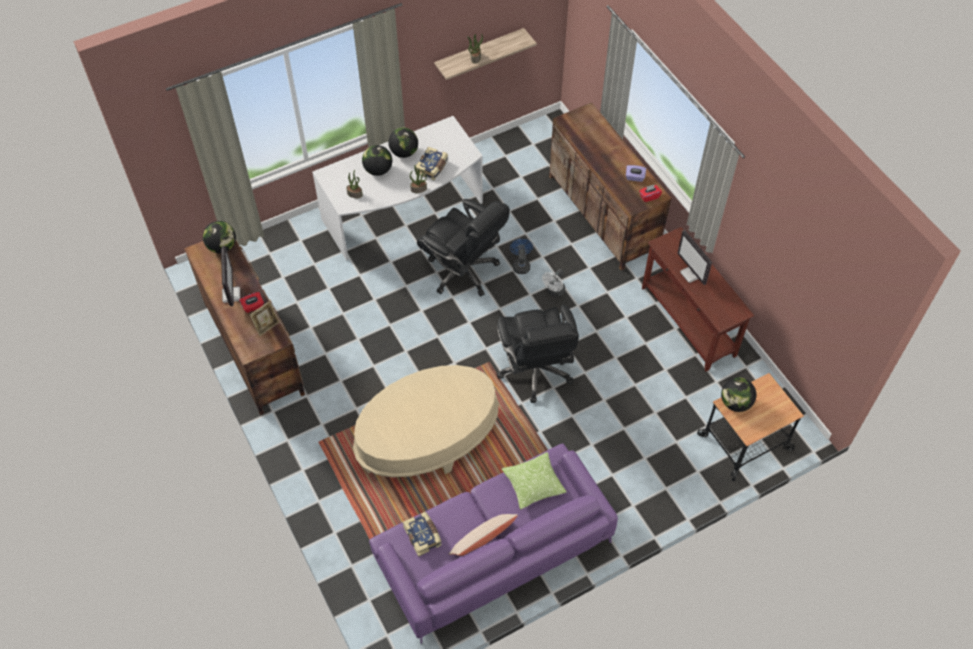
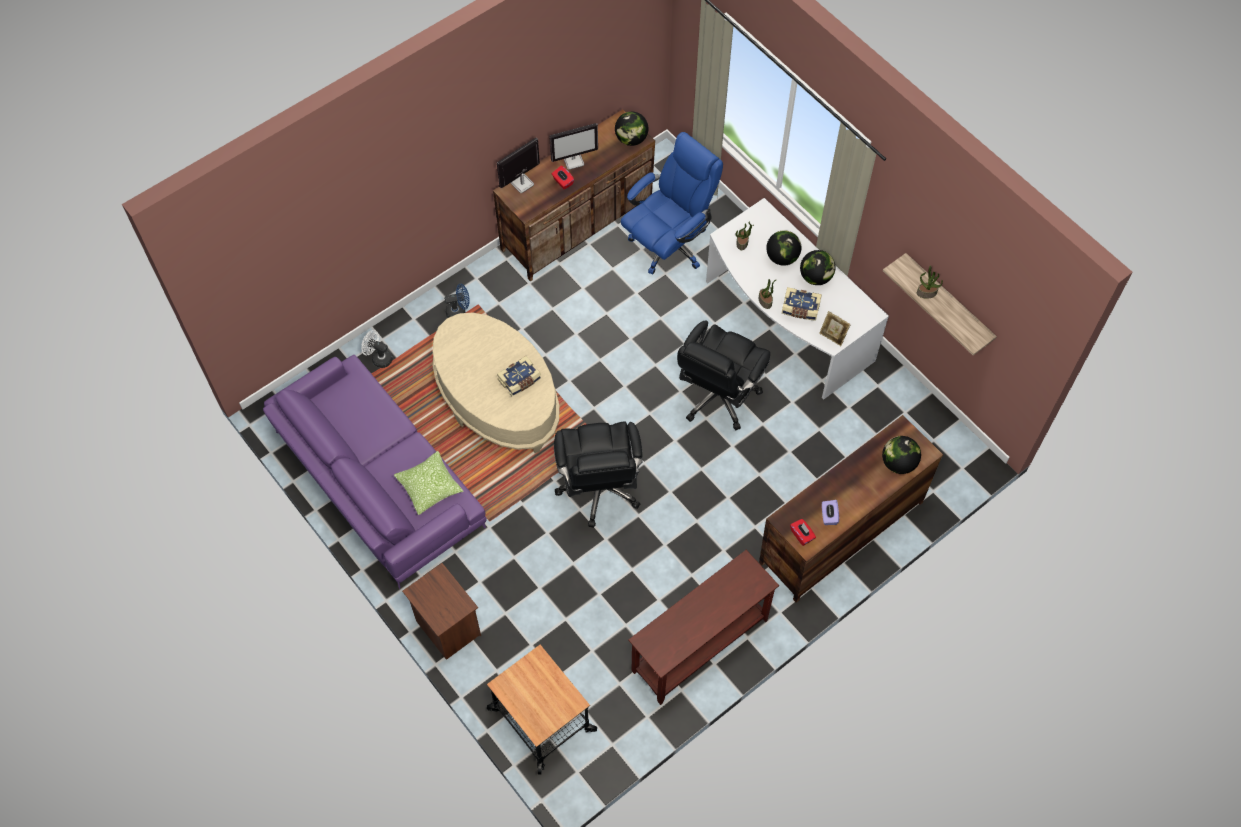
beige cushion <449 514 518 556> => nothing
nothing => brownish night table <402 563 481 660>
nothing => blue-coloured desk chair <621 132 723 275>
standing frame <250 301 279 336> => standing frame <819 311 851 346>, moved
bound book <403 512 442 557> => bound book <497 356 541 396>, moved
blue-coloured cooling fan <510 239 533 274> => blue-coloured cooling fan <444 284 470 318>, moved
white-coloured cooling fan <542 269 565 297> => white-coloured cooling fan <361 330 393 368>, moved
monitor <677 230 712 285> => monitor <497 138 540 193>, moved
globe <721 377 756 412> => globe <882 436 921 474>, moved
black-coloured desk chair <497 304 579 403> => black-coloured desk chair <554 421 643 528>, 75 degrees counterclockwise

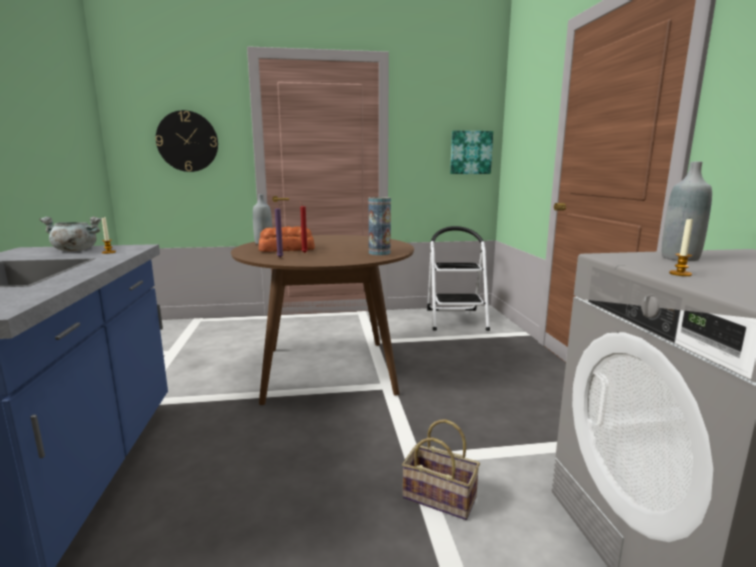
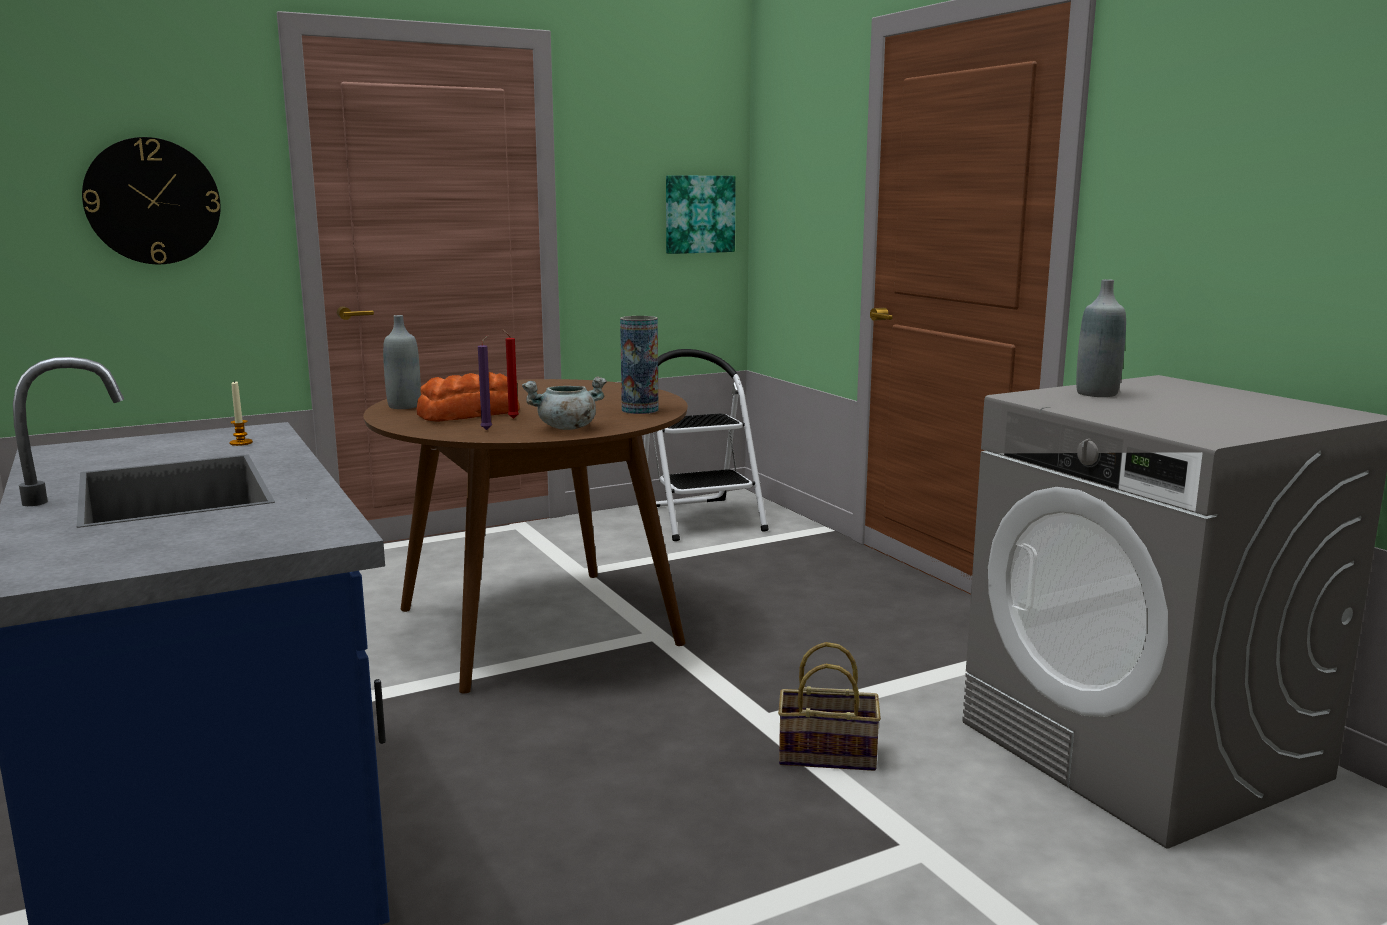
candle <669 218 693 276> => nothing
greyish stockpot <39 216 102 251> => greyish stockpot <522 377 607 430>, moved

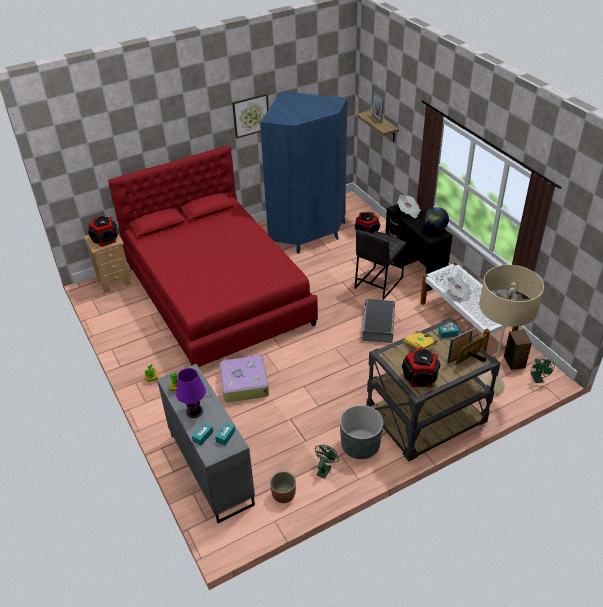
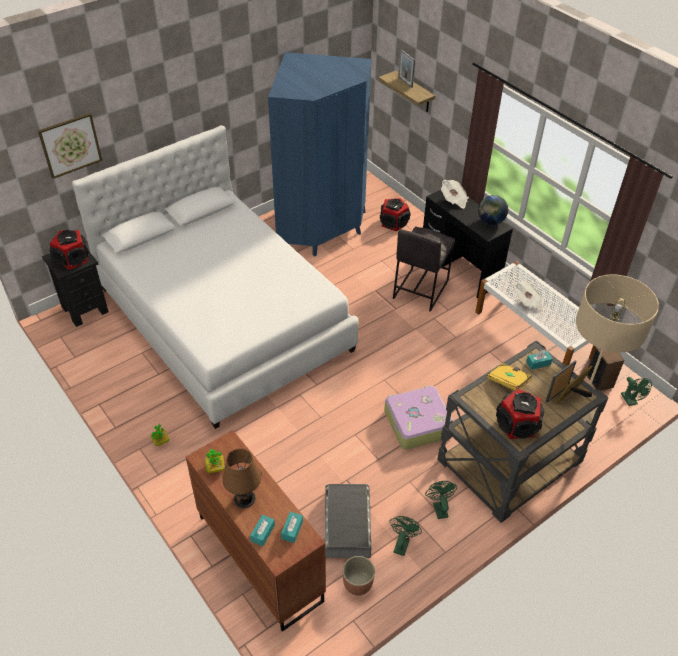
travel case <219 355 269 402> => travel case <384 385 454 450>, moved
wall picture <232 93 269 139> => wall picture <38 113 102 179>, moved
greyish storage container <362 299 395 343> => greyish storage container <325 484 371 558>, moved
greyish planter <340 405 383 459> => green-coloured cooling fan <425 481 457 519>
beige night table <83 234 131 293> => black-coloured night table <42 252 109 327>
reddish bed <108 145 318 367> => white-coloured bed <72 126 359 429>
greyish dresser <157 364 255 523> => brownish dresser <186 430 326 632>
purple table lamp <176 368 211 418> => brownish table lamp <222 448 262 508>

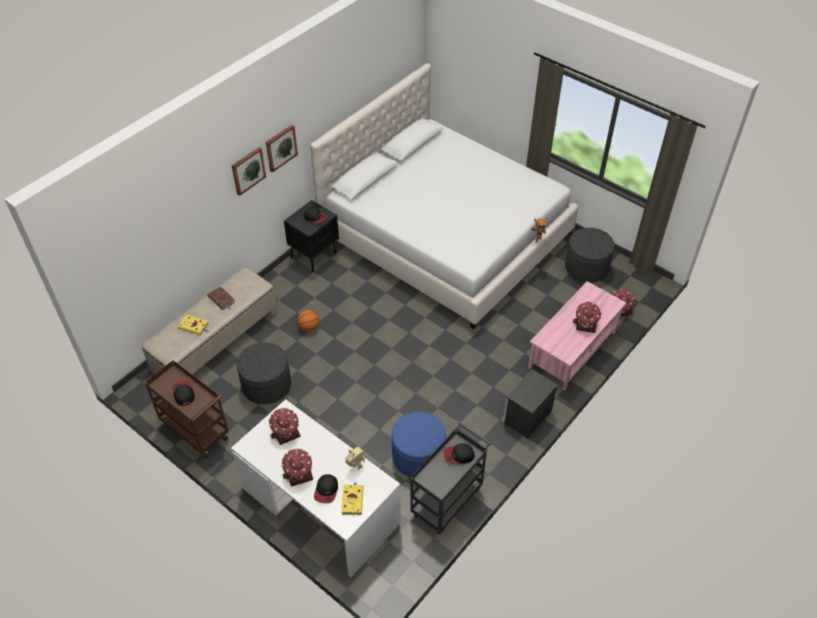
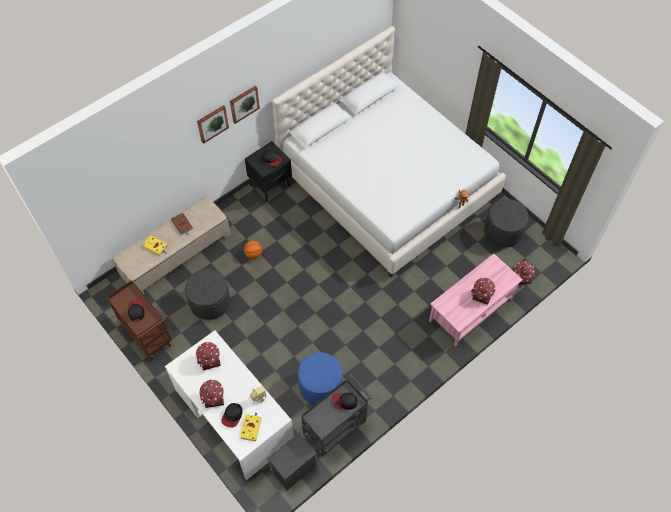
night table <503 369 558 439> => night table <267 433 317 490>, moved

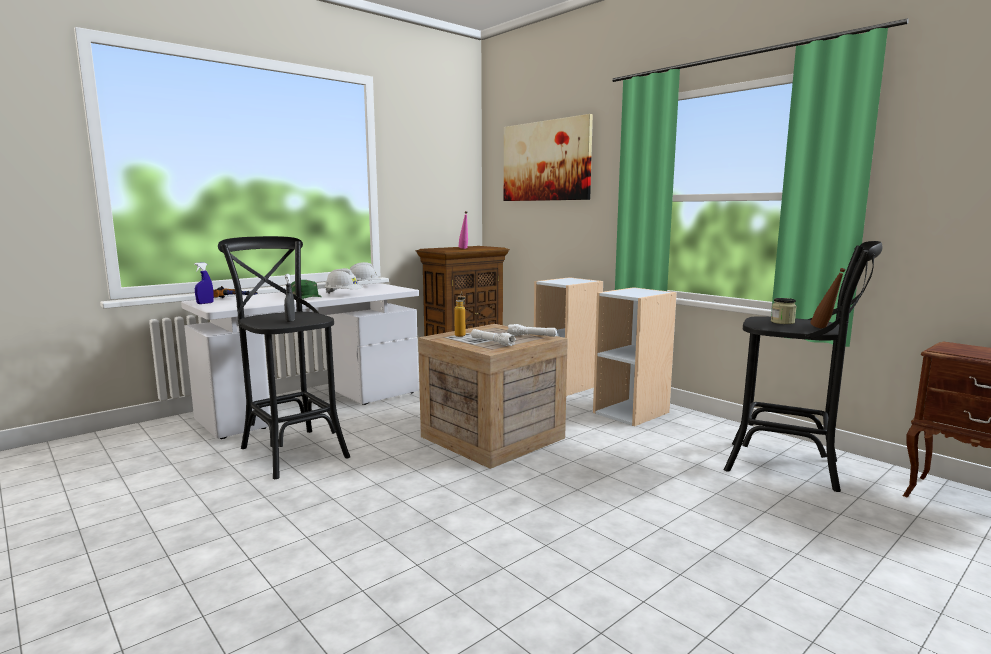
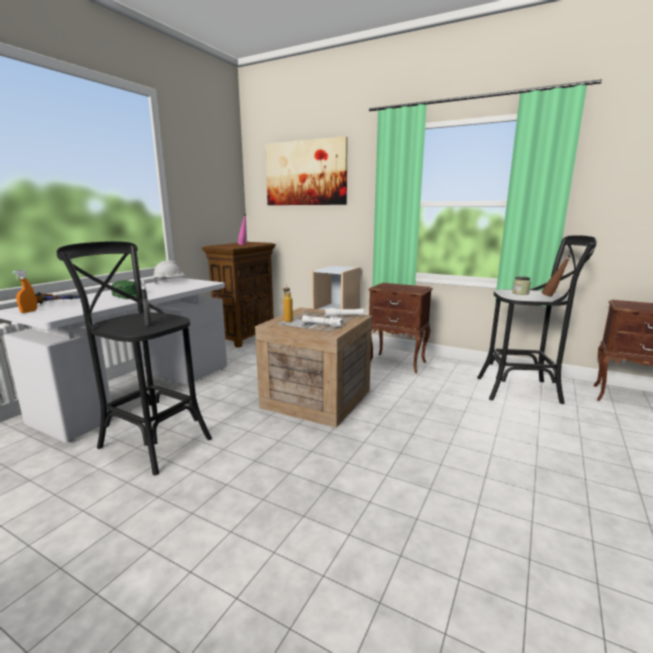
white-coloured hard hat <325 268 363 294> => nothing
shelving unit <593 287 677 426> => brownish night table <369 283 433 374>
blue-coloured sprayer <194 262 214 304> => orange-coloured sprayer <13 270 37 313>

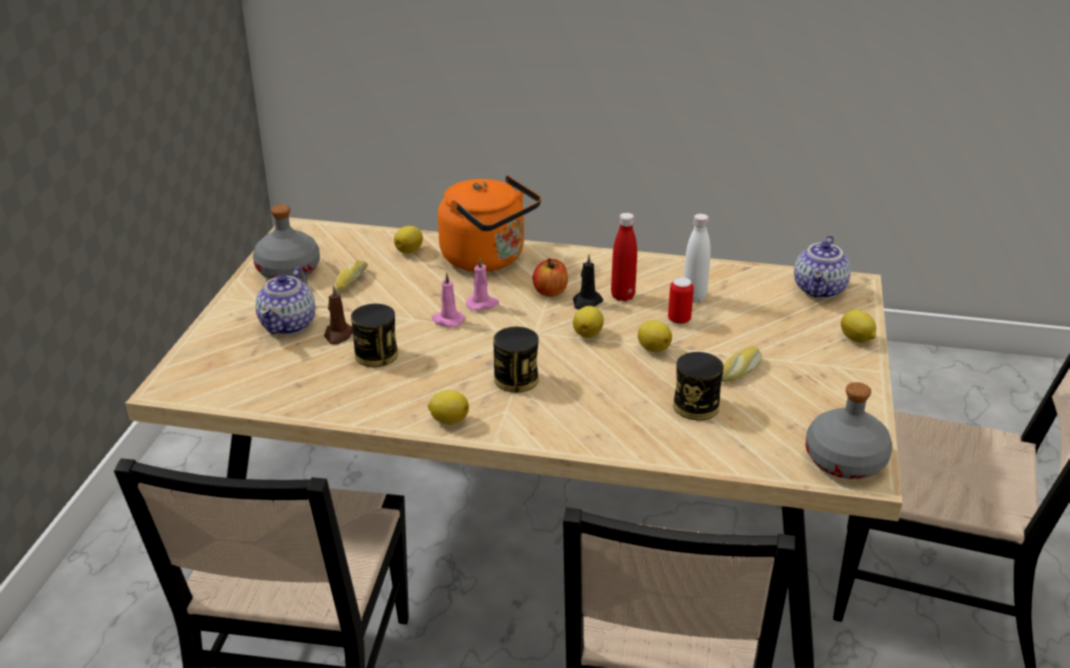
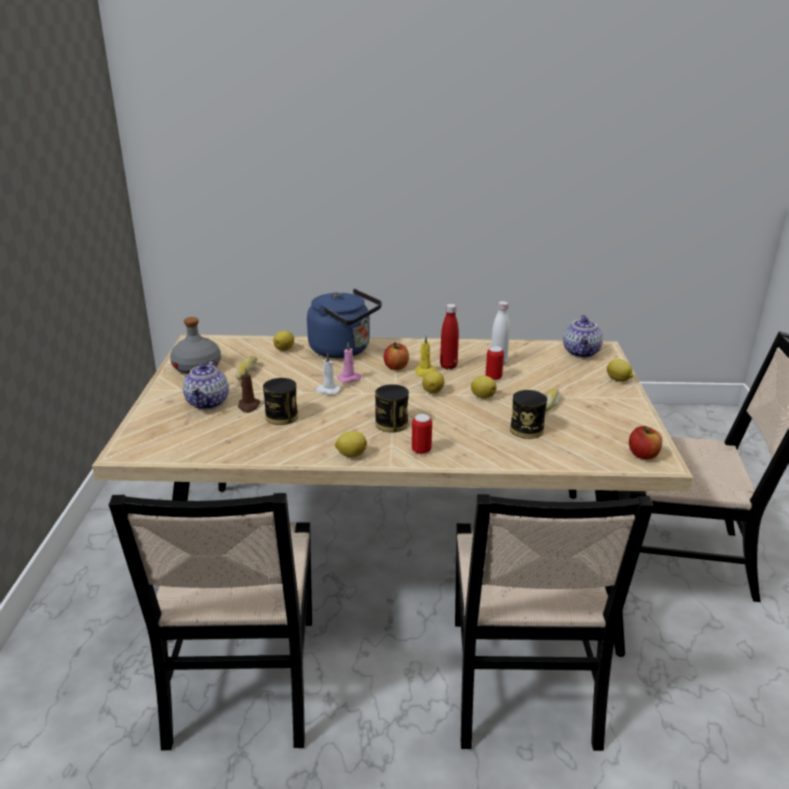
nothing => metal can <412 414 432 454>
greyish beverage bottle <806 382 892 479> => whole apple <629 426 662 459>
pink-coloured candle <432 272 465 328> => white-coloured candle <316 353 341 395>
orange-coloured kettle <438 175 541 272> => blue-coloured kettle <307 289 382 358>
black-coloured candle <573 254 603 310> => yellowish candle <414 336 436 377>

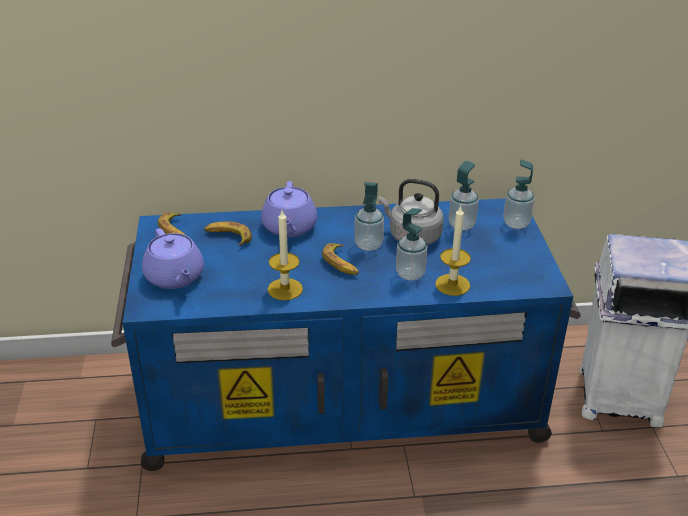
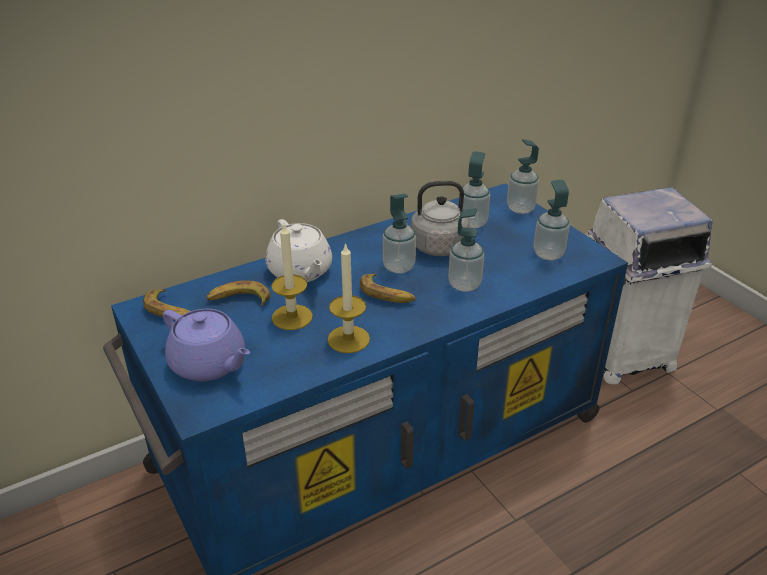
nothing => soap dispenser <534 180 570 260>
candle <435 205 471 296> => candle <271 224 313 330>, moved
purple pot for tea <261 181 317 237> => white-coloured pot for tea <265 219 332 282>

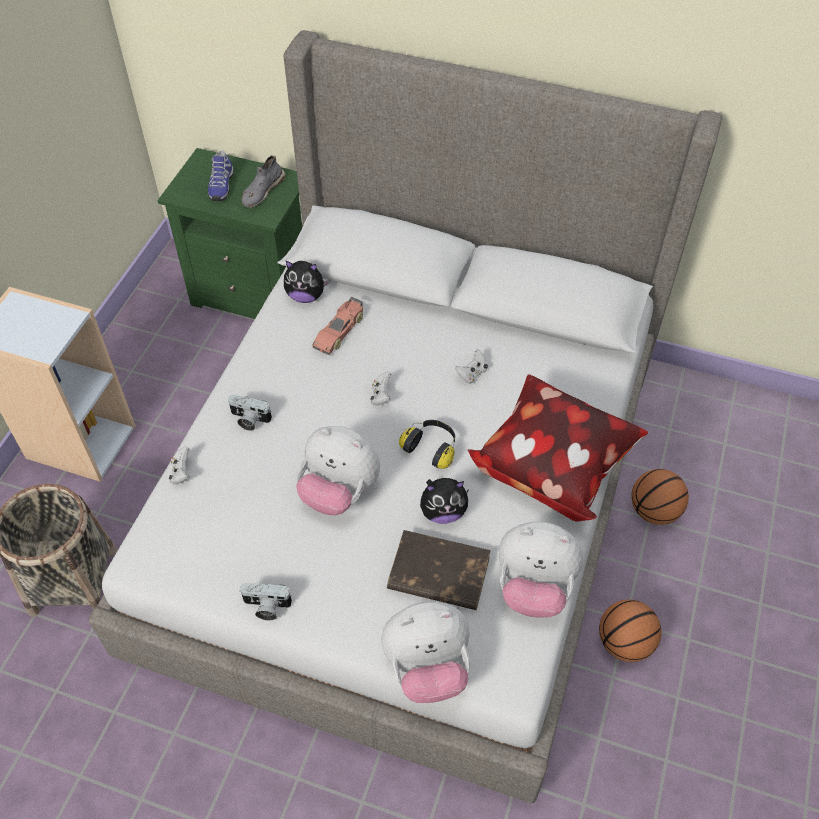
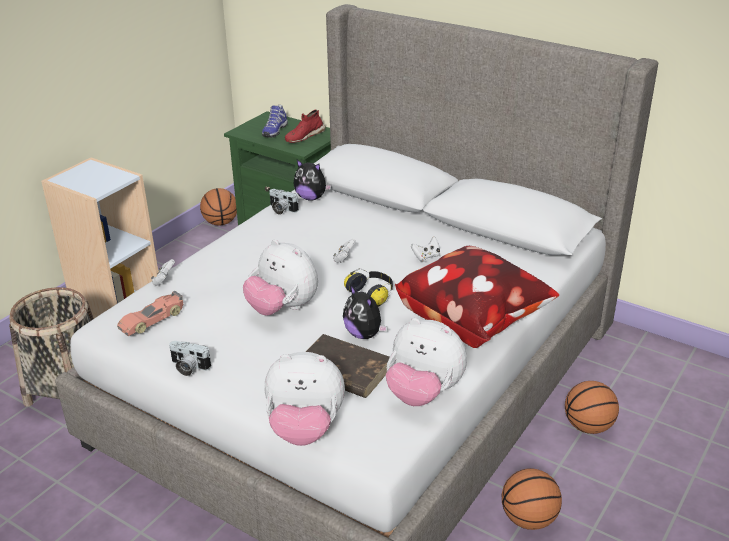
nothing => ball for basketball <200 188 237 225>
still camera <228 395 272 431> => still camera <269 189 299 215>, moved
model car <313 297 363 355> => model car <117 291 184 336>, moved
greyish item of footwear <242 156 285 208> => reddish item of footwear <285 110 326 143>
plush toy <420 478 469 524> => plush toy <343 285 388 339>, 45 degrees clockwise

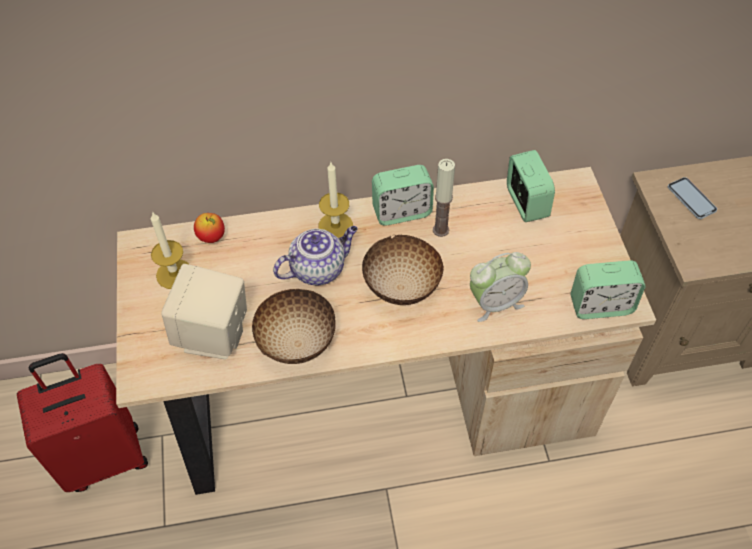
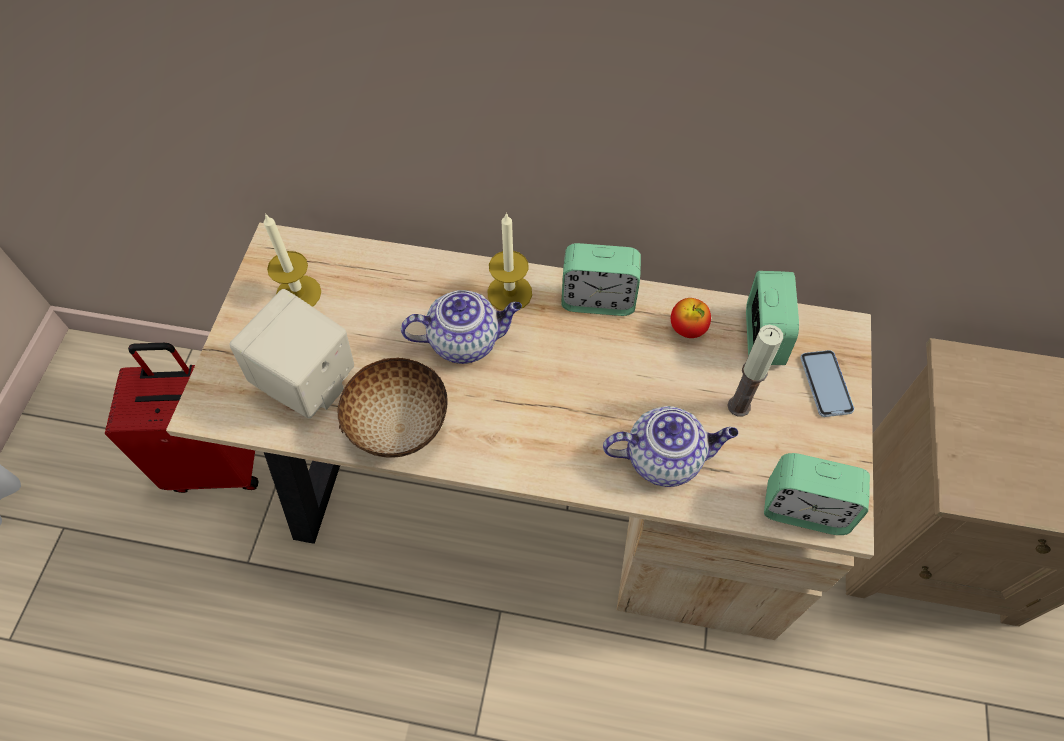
serving bowl <362 235 444 305> => nothing
whole apple <194 213 225 243> => whole apple <671 298 711 338>, moved
candle <433 159 455 237> => candle <727 325 783 417>, moved
telephone <668 177 717 219> => telephone <800 350 854 417>, moved
alarm clock <470 252 531 322> => pot for tea <603 406 738 487>

